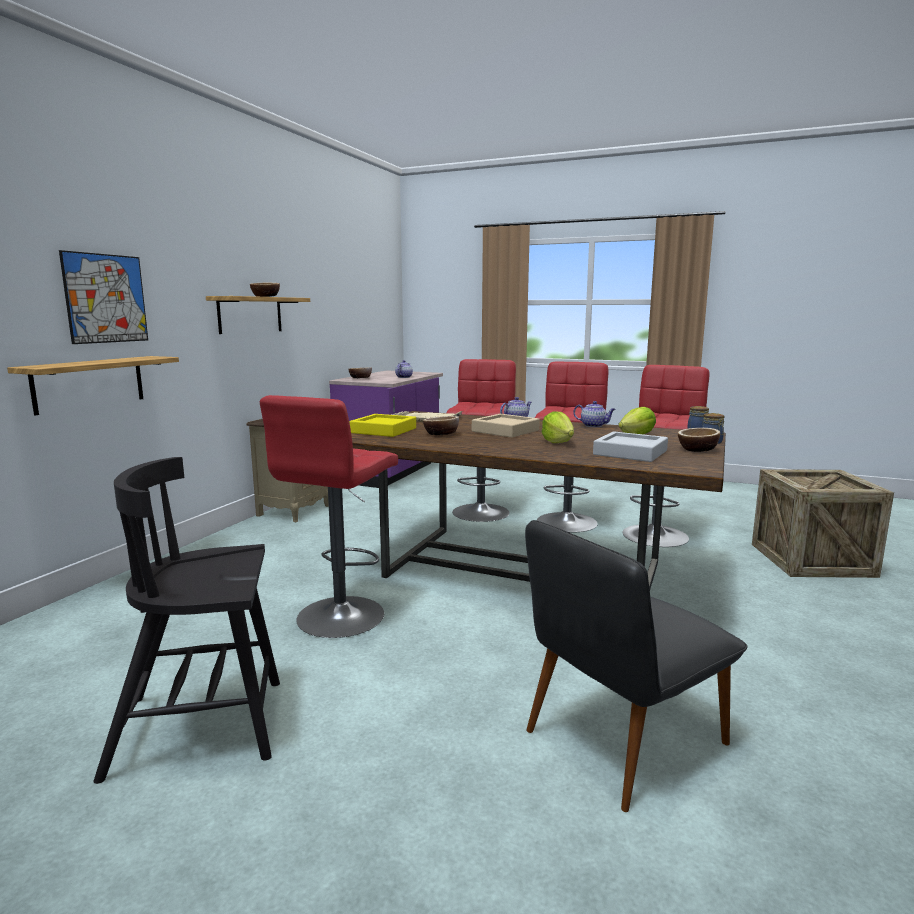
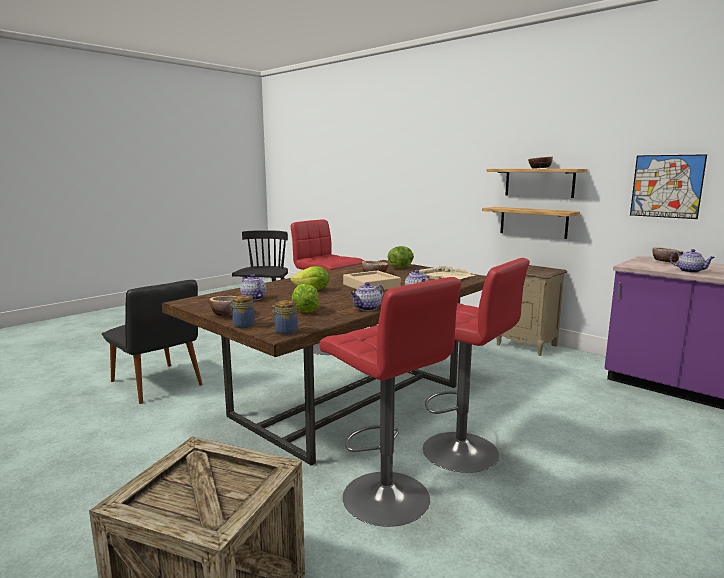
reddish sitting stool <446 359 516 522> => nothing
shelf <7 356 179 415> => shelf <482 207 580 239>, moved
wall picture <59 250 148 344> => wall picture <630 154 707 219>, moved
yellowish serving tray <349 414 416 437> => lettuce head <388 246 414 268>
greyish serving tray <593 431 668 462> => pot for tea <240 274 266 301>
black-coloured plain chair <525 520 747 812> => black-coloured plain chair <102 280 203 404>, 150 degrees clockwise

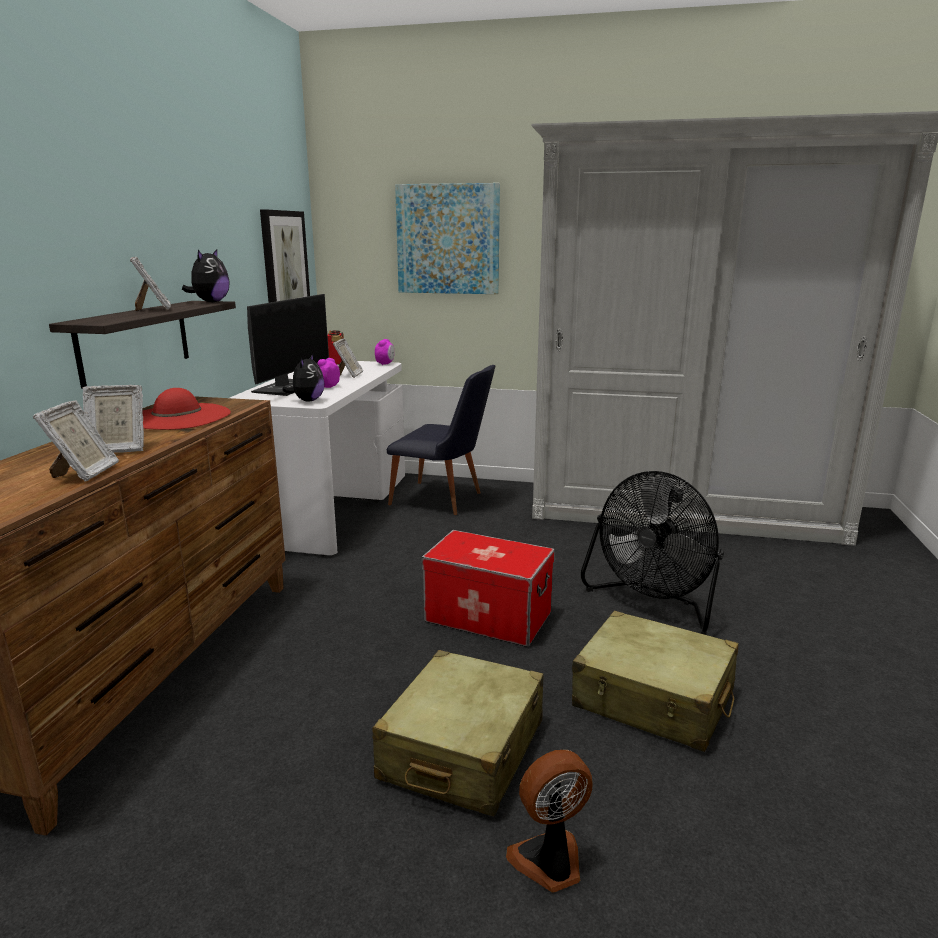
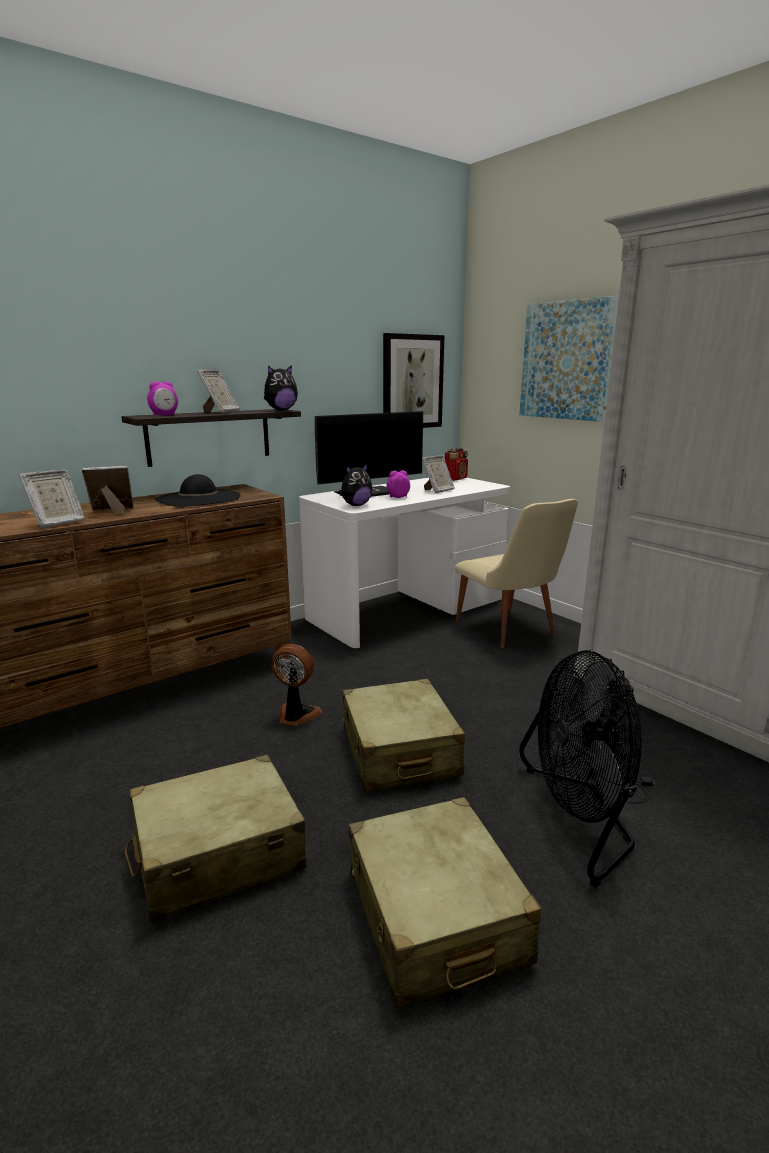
alarm clock <375 339 394 365> => alarm clock <147 381 178 416>, moved
cooling fan <506 750 593 893> => cooling fan <271 644 322 726>, moved
storage container <422 530 555 647> => beige travel case <343 679 465 791>
reddish wearable hat <143 388 231 430> => black-coloured wearable hat <155 474 241 507>
black-coloured plain chair <387 365 495 515> => beige plain chair <455 499 578 648>
standing frame <82 385 144 453> => standing frame <82 466 134 515>, 135 degrees clockwise

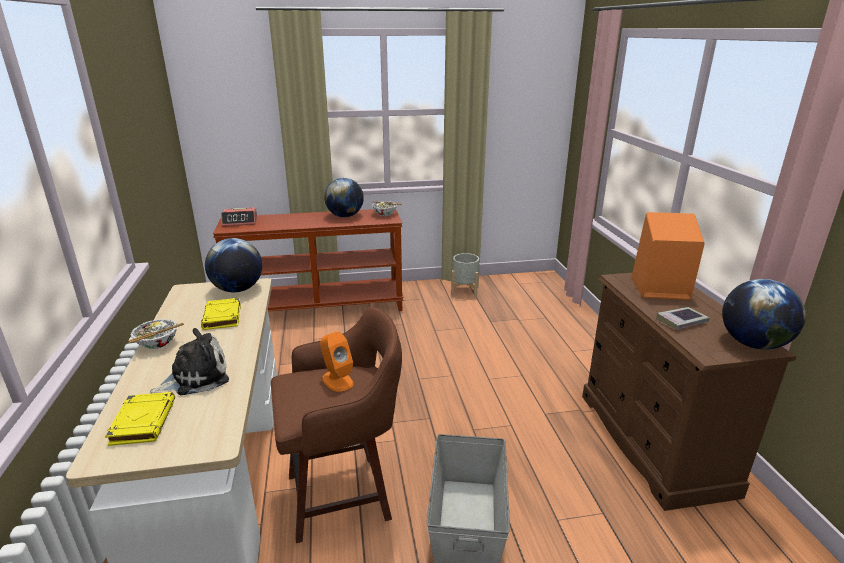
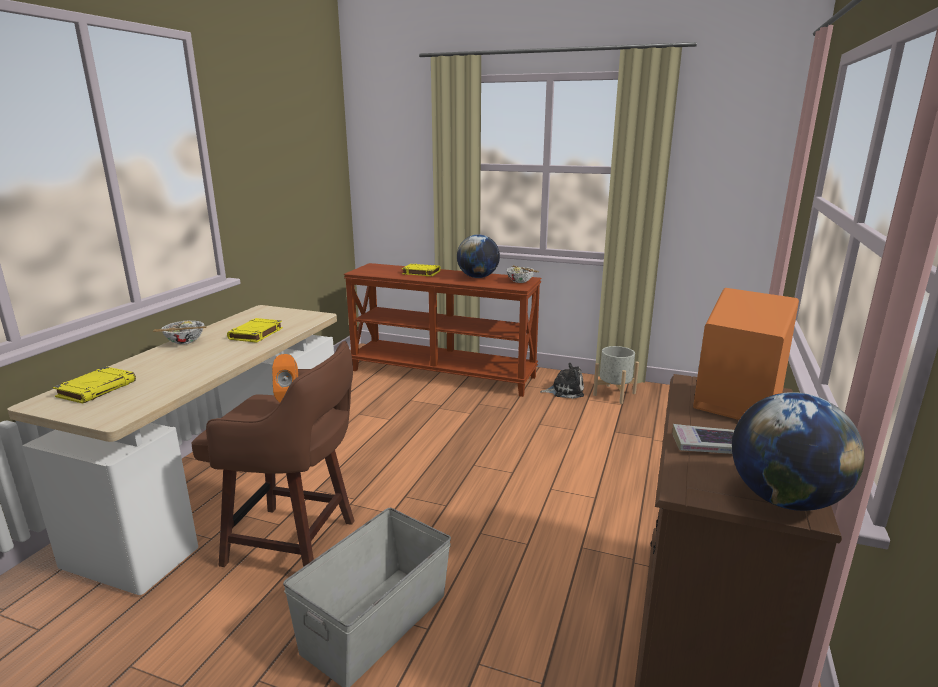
globe <205 238 262 292> => nothing
alarm clock <221 207 257 226> => nothing
nothing => yellowish bound book <402 264 441 276>
plush toy <149 328 229 395> => plush toy <540 363 584 399>, moved

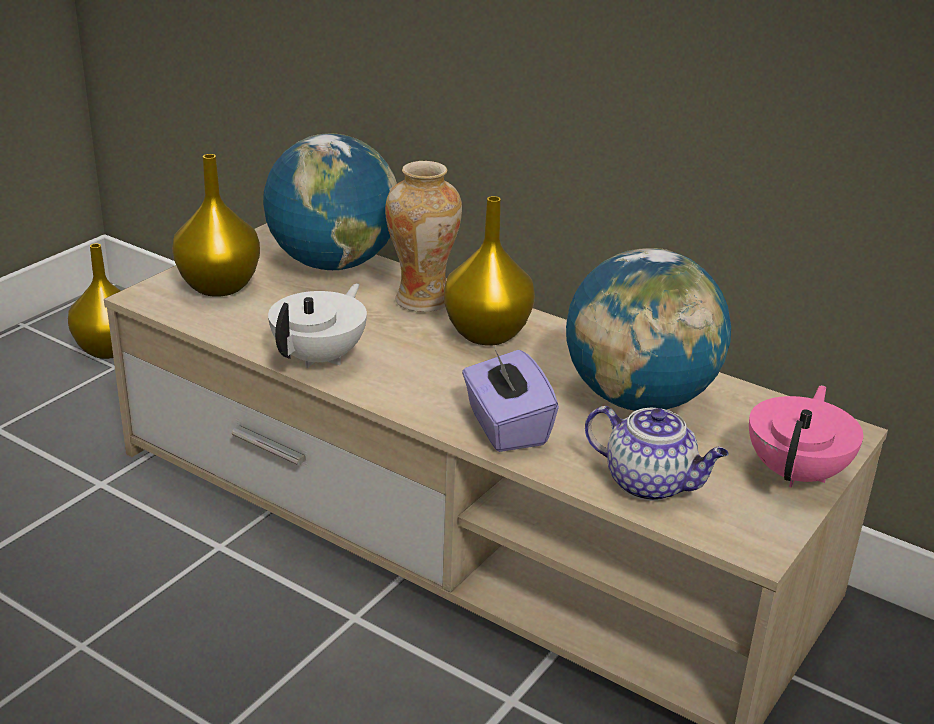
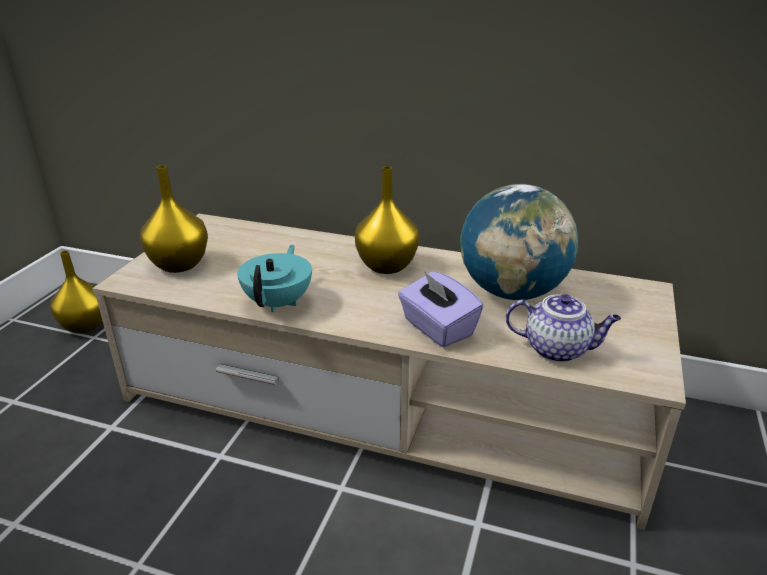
globe <263 133 397 270> => nothing
flower vase <385 161 462 312> => nothing
pink-coloured pot for tea <749 385 863 488> => nothing
white-coloured pot for tea <268 283 367 368> => turquoise pot for tea <237 245 312 312>

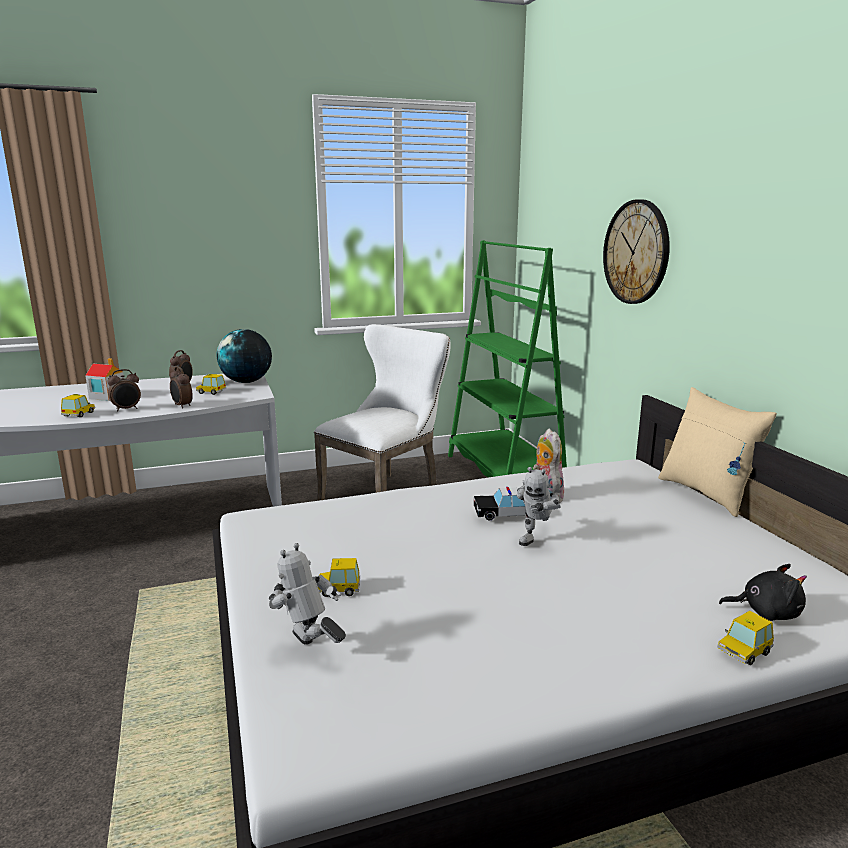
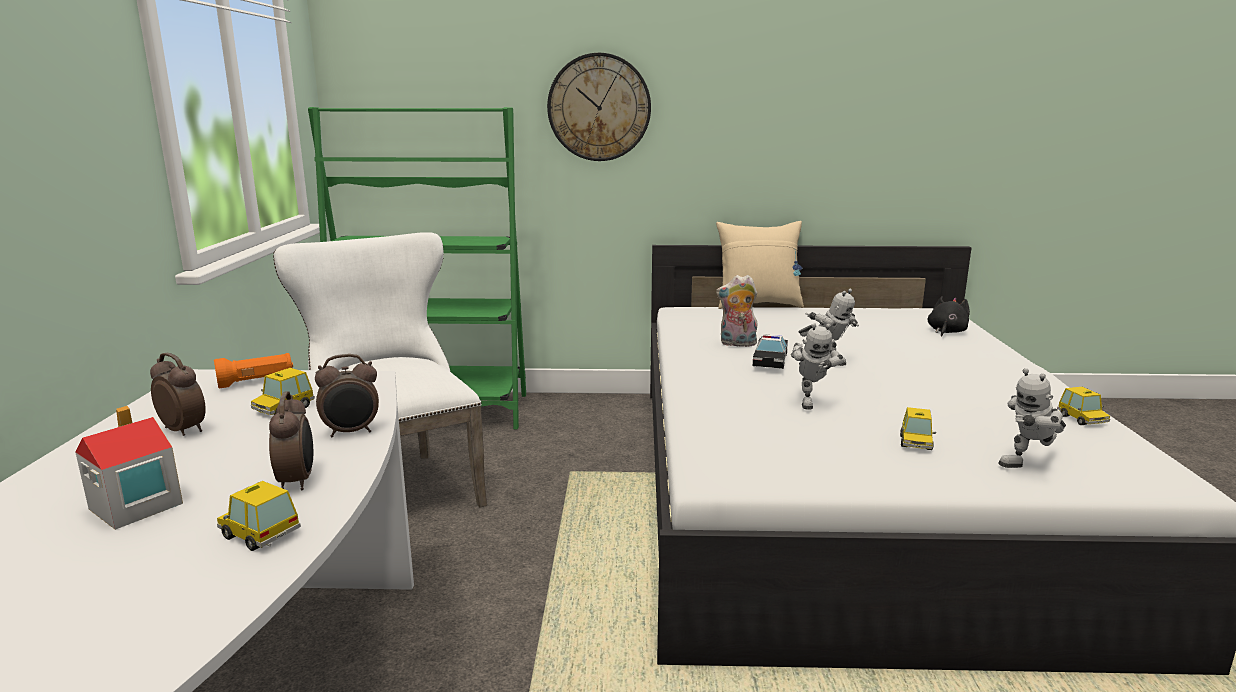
nothing => toy robot <791 324 844 410>
model car <717 611 774 665> => model car <1057 387 1110 425>, moved
globe <217 329 272 383> => orange-coloured flashlight <214 353 293 388>

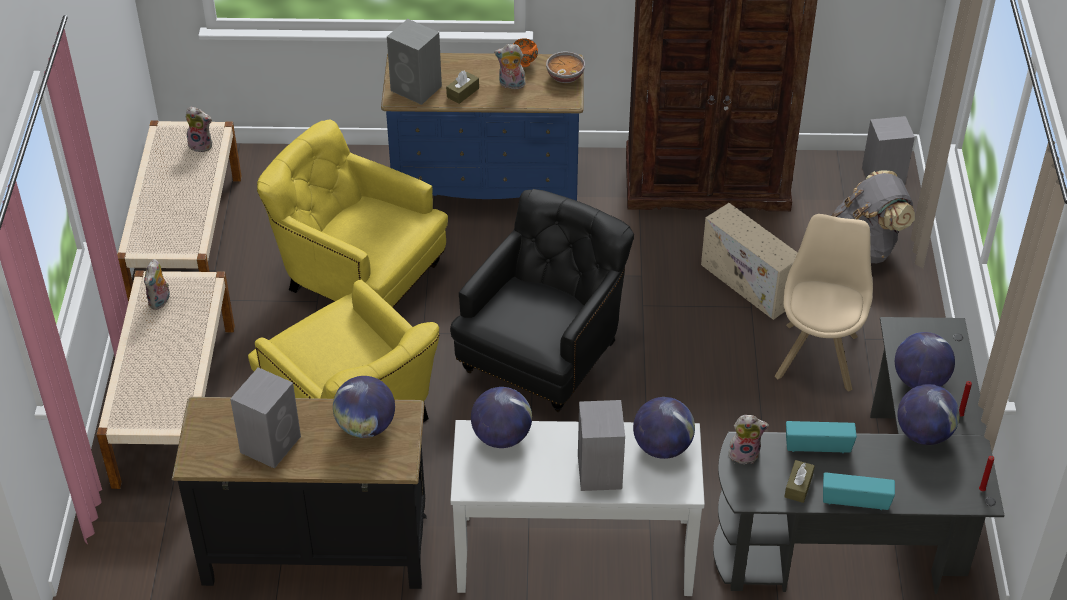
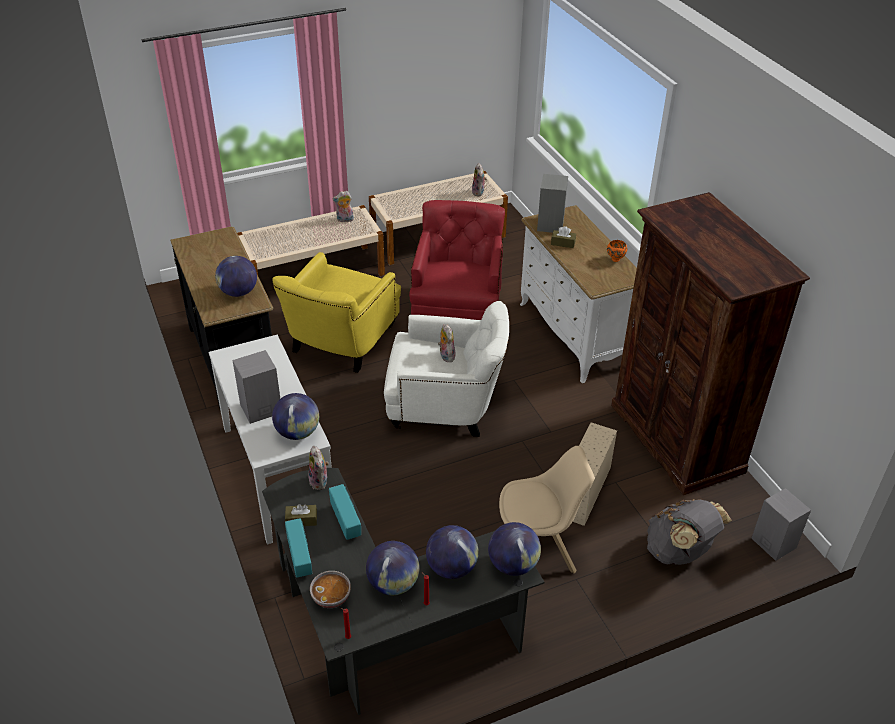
greyish loudspeaker <230 367 301 469> => nothing
globe <471 387 532 448> => globe <488 522 541 576>, moved
plush toy <494 44 526 89> => plush toy <438 324 456 362>, moved
serving bowl <546 52 585 83> => serving bowl <310 571 351 608>, moved
yellowish easy chair <257 120 448 308> => reddish easy chair <409 200 505 320>
blue-coloured dresser <381 53 584 201> => white-coloured dresser <520 205 637 383>
black-coloured easy chair <450 189 634 412> => white-coloured easy chair <384 301 510 437>

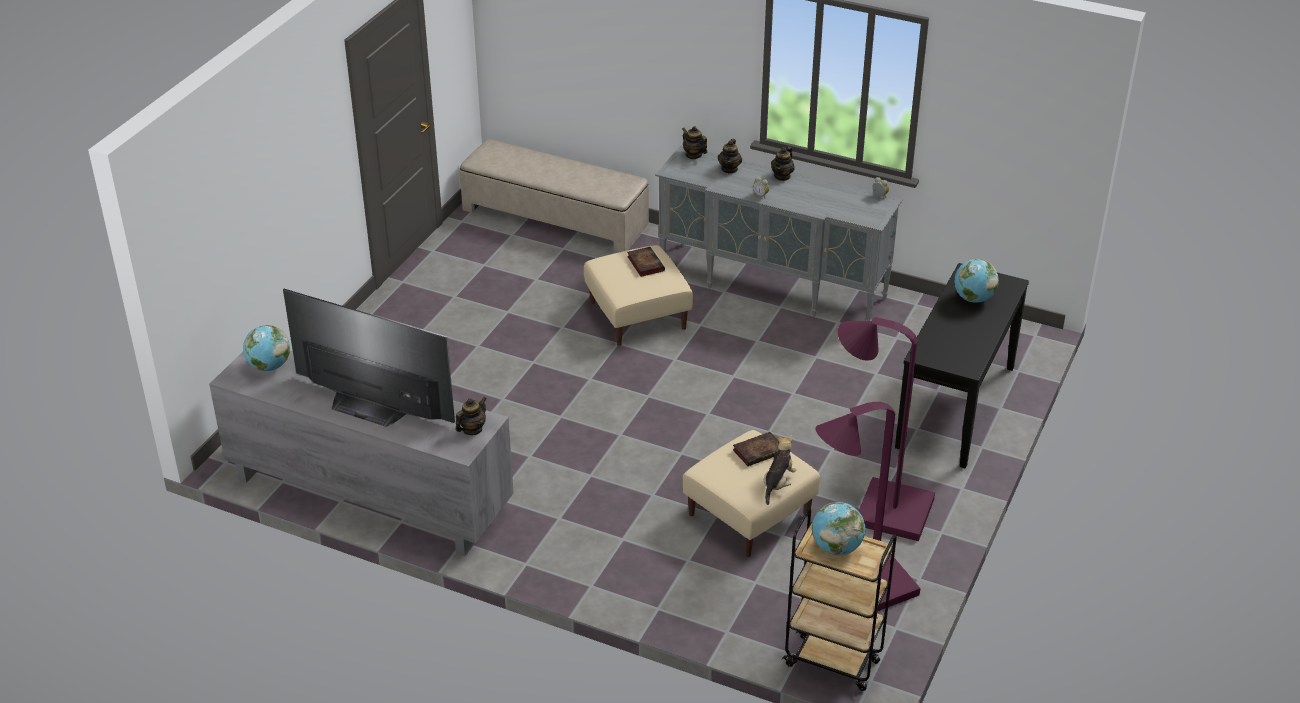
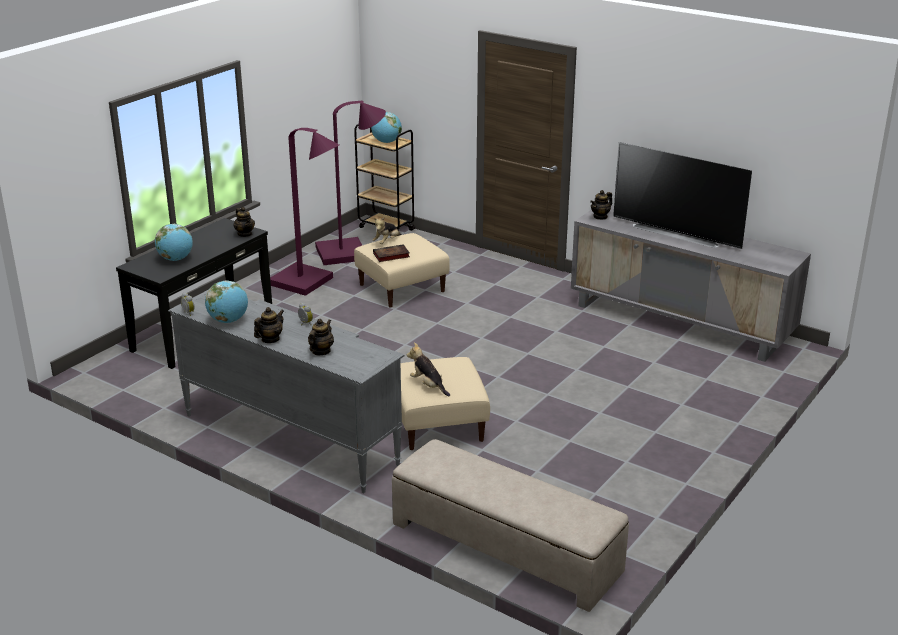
globe <243 325 290 371> => globe <205 280 248 323>, moved
pot for tea <682 126 707 159> => pot for tea <234 207 255 237>, moved
bound book <627 247 665 277> => plush toy <407 342 450 396>

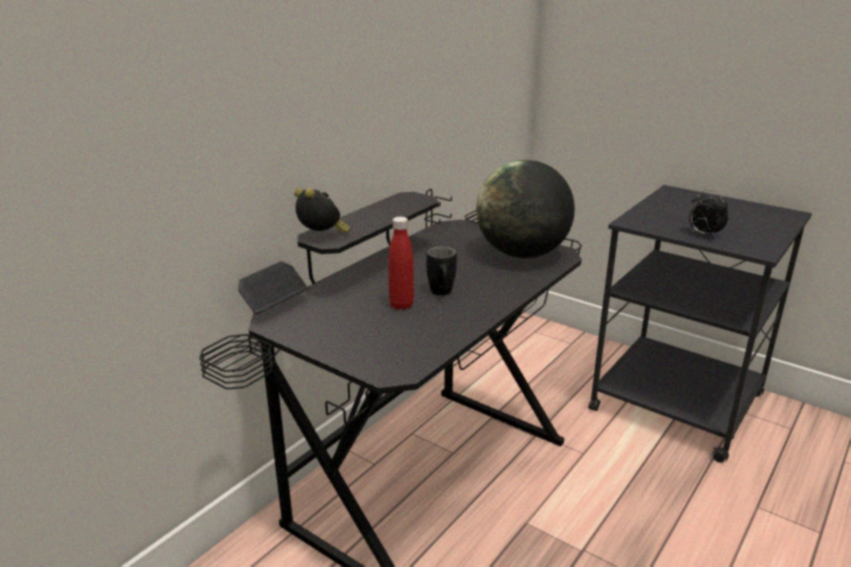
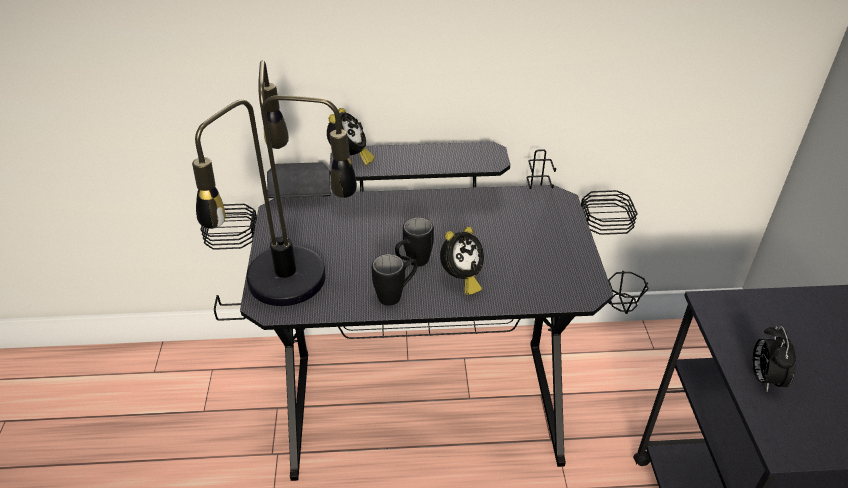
reddish beverage bottle <388 217 414 310> => nothing
globe <476 160 575 258> => nothing
nothing => table lamp <192 60 357 306>
nothing => black-coloured mug <372 254 418 306>
nothing => alarm clock <440 227 484 295>

